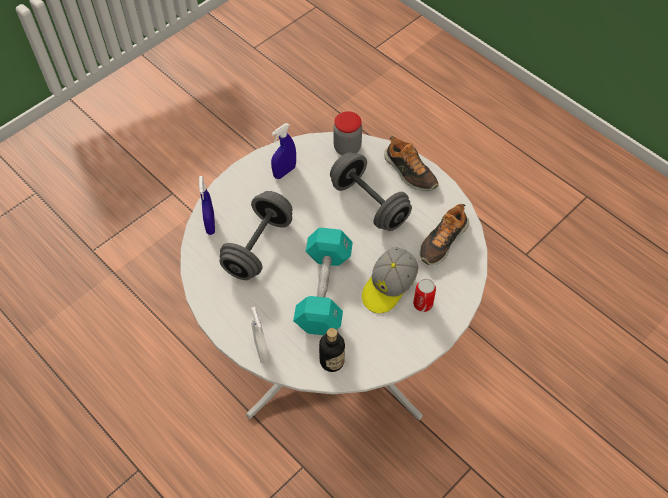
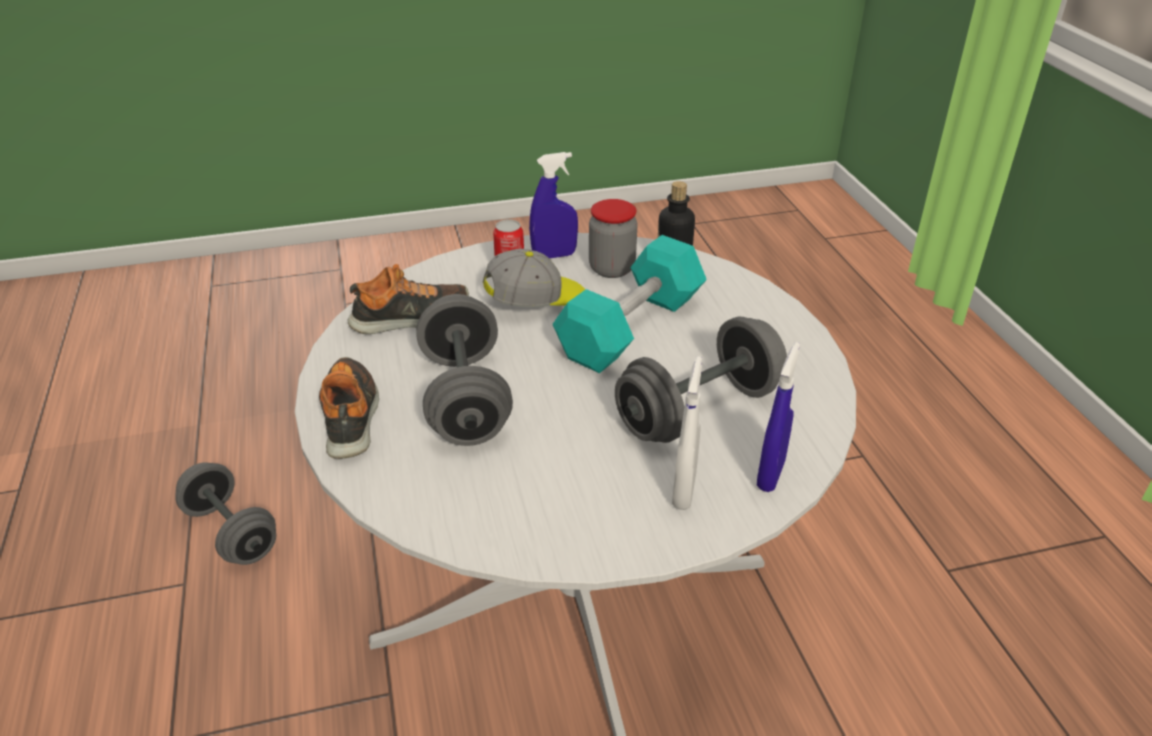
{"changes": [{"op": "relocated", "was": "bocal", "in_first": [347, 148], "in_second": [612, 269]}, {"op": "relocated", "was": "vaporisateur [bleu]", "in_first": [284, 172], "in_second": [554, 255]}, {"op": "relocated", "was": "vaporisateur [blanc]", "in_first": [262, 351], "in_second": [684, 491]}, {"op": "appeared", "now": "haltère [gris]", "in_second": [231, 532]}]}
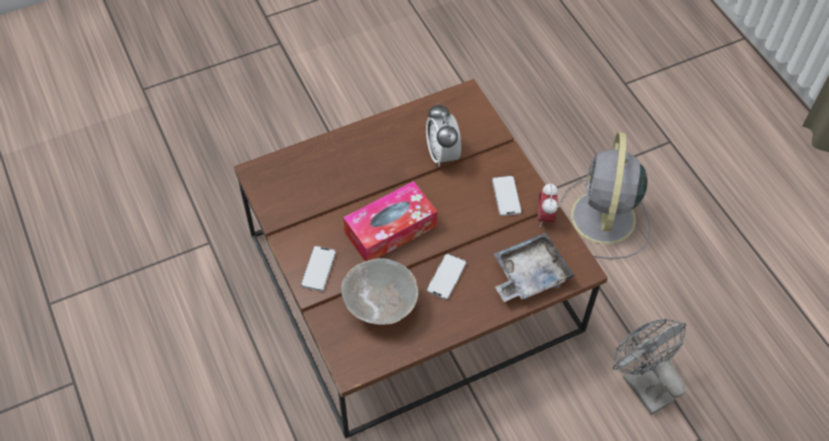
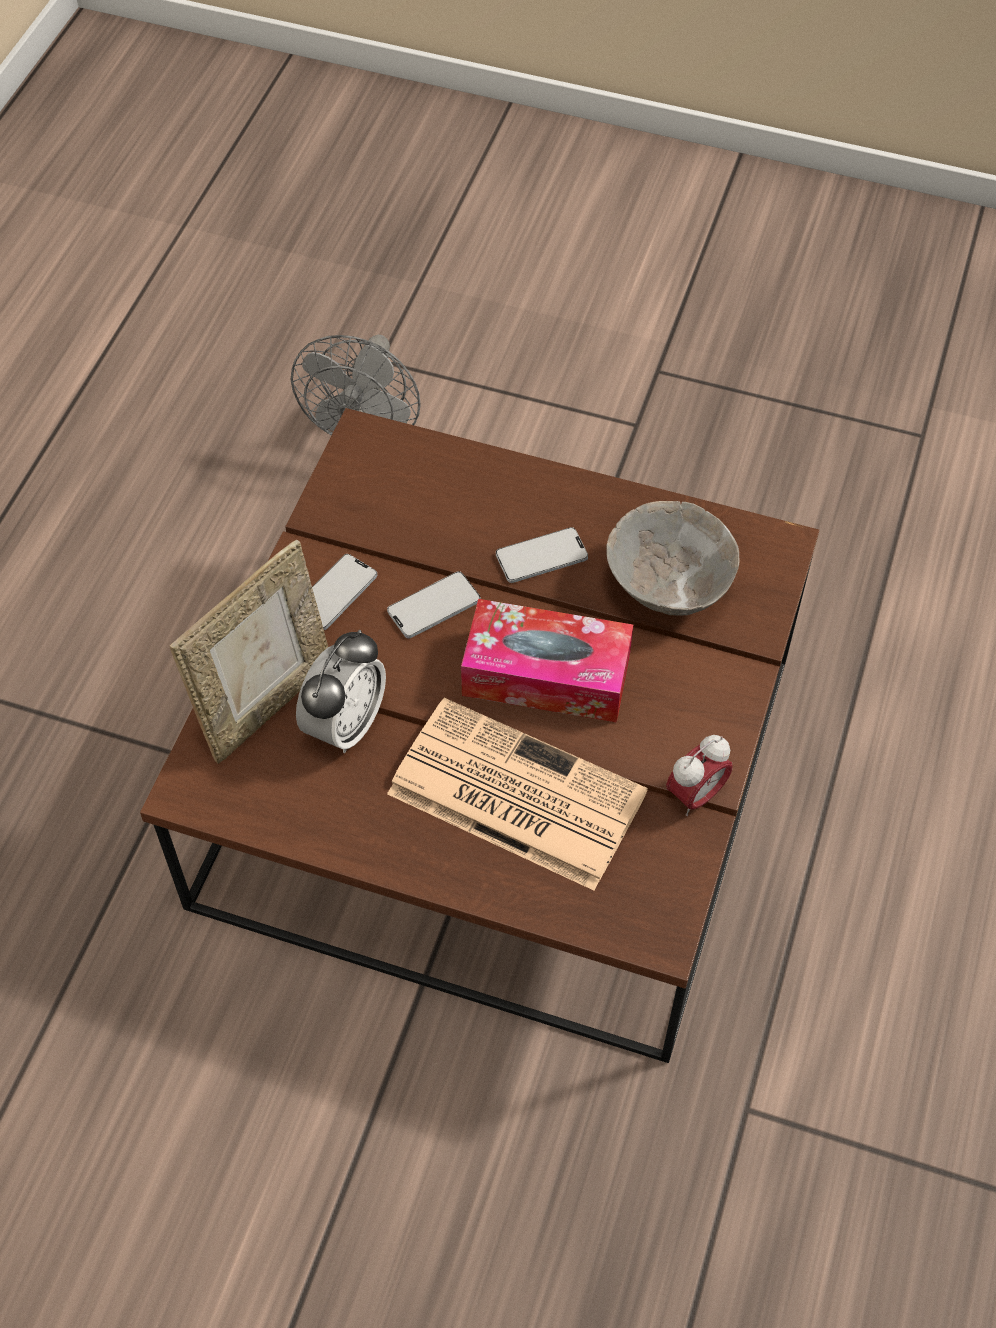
{"changes": [{"op": "missing", "was": "ventilateur [gris]", "in_first": [602, 220]}, {"op": "relocated", "was": "réveil", "in_first": [545, 217], "in_second": [695, 795]}, {"op": "missing", "was": "plateau [gris]", "in_first": [529, 275]}, {"op": "relocated", "was": "téléphone", "in_first": [318, 269], "in_second": [434, 606]}, {"op": "appeared", "now": "cadre photo", "in_second": [267, 704]}, {"op": "appeared", "now": "journal", "in_second": [512, 793]}]}
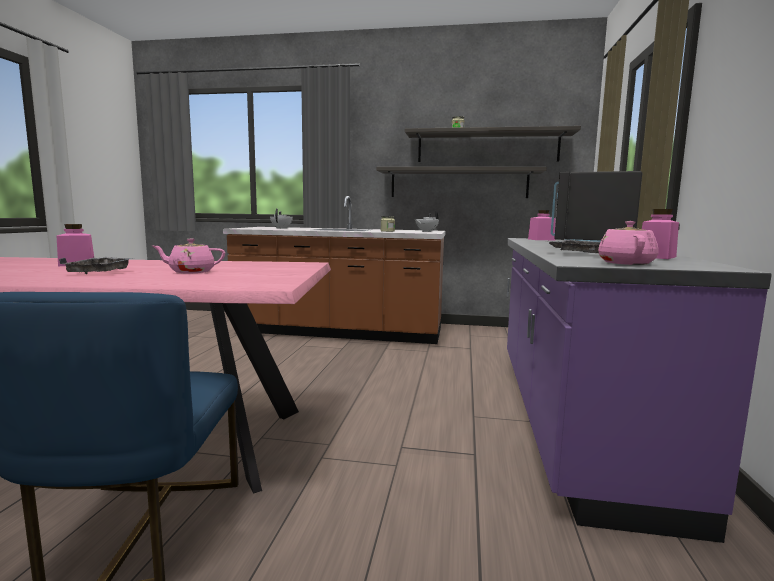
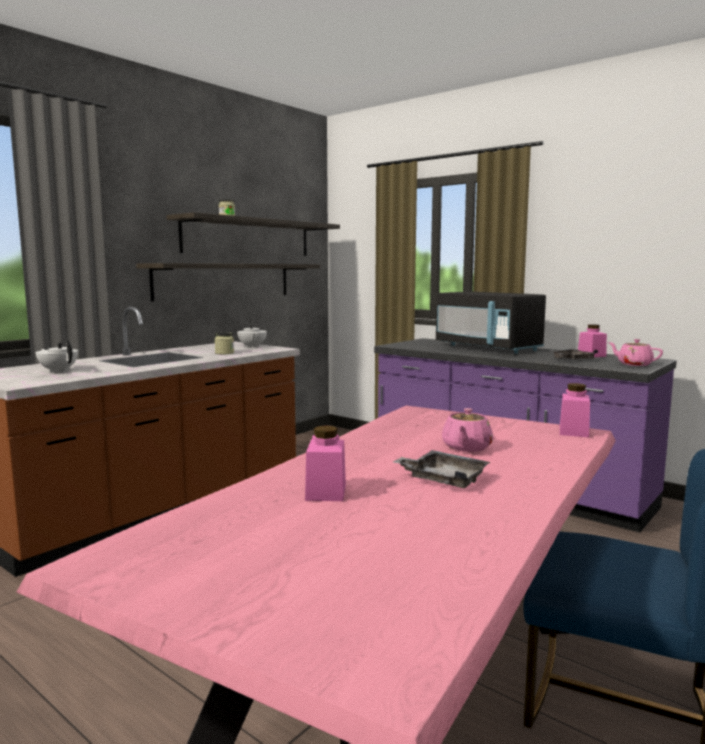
{"changes": [{"op": "relocated", "was": "bocal [rose]", "in_first": [541, 239], "in_second": [573, 431]}]}
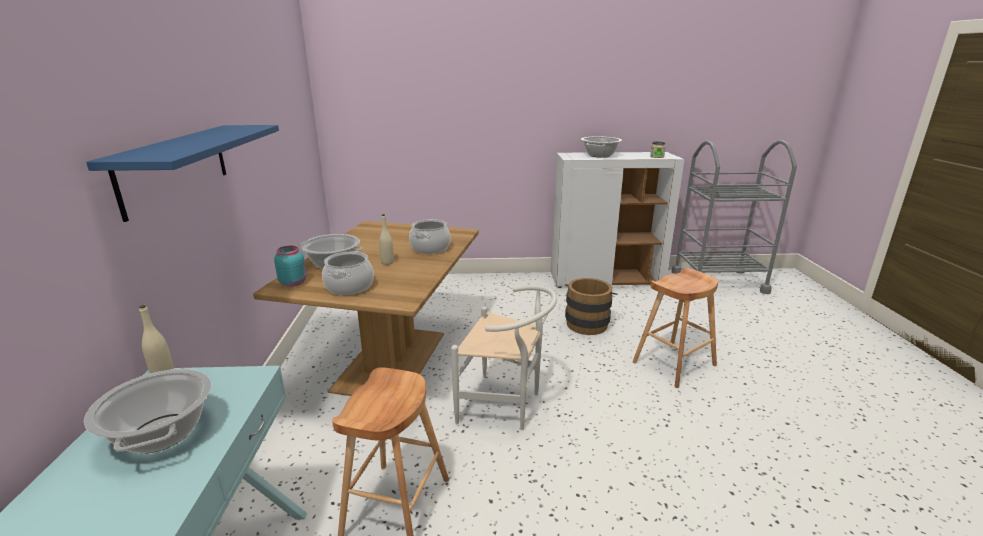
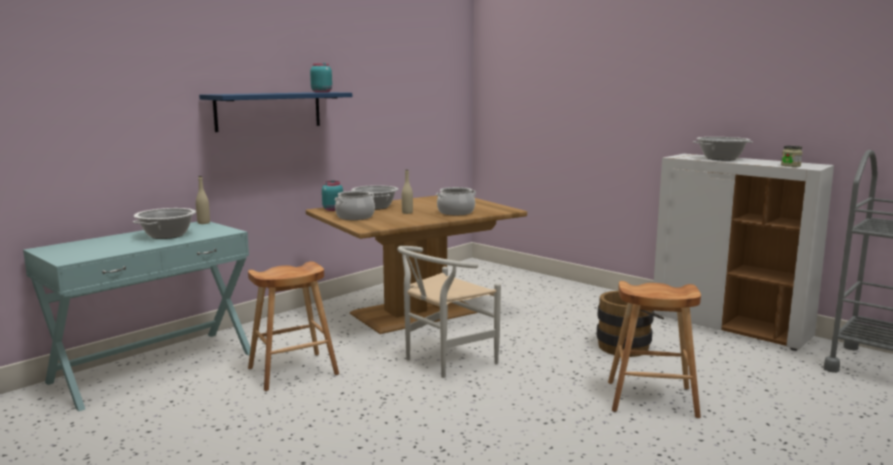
{"changes": [{"op": "spun", "was": "chaise [blanc]", "in_first": [506, 405], "in_second": [443, 361], "clockwise": 75}, {"op": "appeared", "now": "bocal [turquoise]", "in_second": [321, 92]}]}
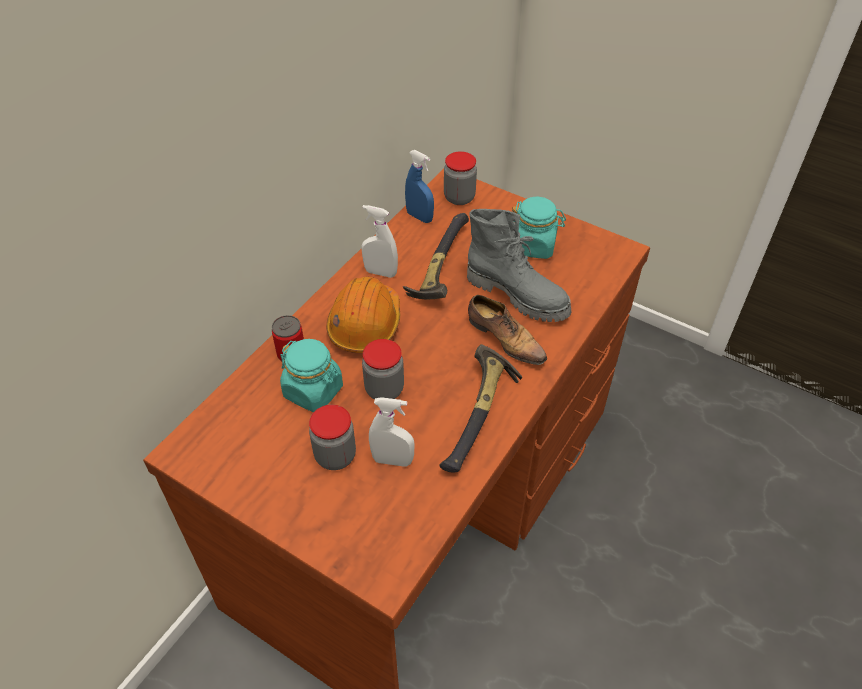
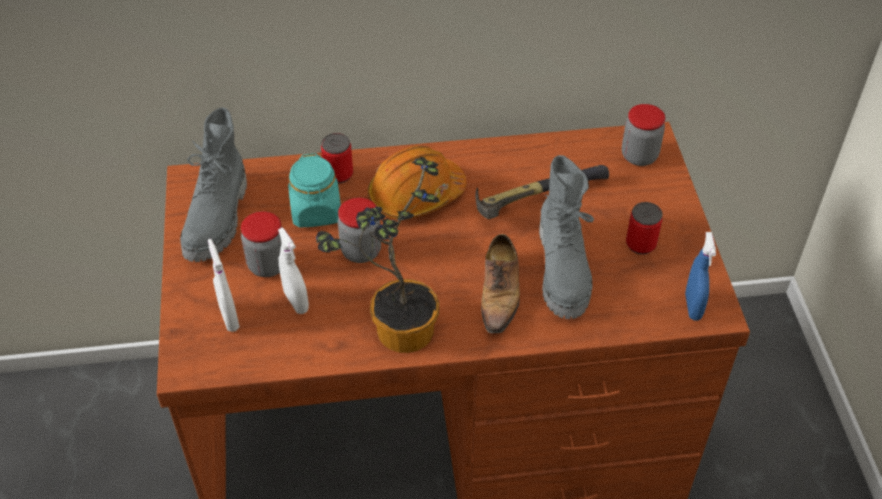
{"changes": [{"op": "relocated", "was": "vaporisateur [bleu]", "in_first": [419, 217], "in_second": [693, 307]}, {"op": "exchanged", "was": "bocal [turquoise]", "now": "boîte métallique", "in_first": [533, 245], "in_second": [640, 244]}, {"op": "relocated", "was": "vaporisateur [blanc]", "in_first": [380, 272], "in_second": [229, 318]}, {"op": "exchanged", "was": "marteau", "now": "plante en pot", "in_first": [481, 416], "in_second": [396, 329]}, {"op": "appeared", "now": "botte [gris]", "in_second": [219, 219]}]}
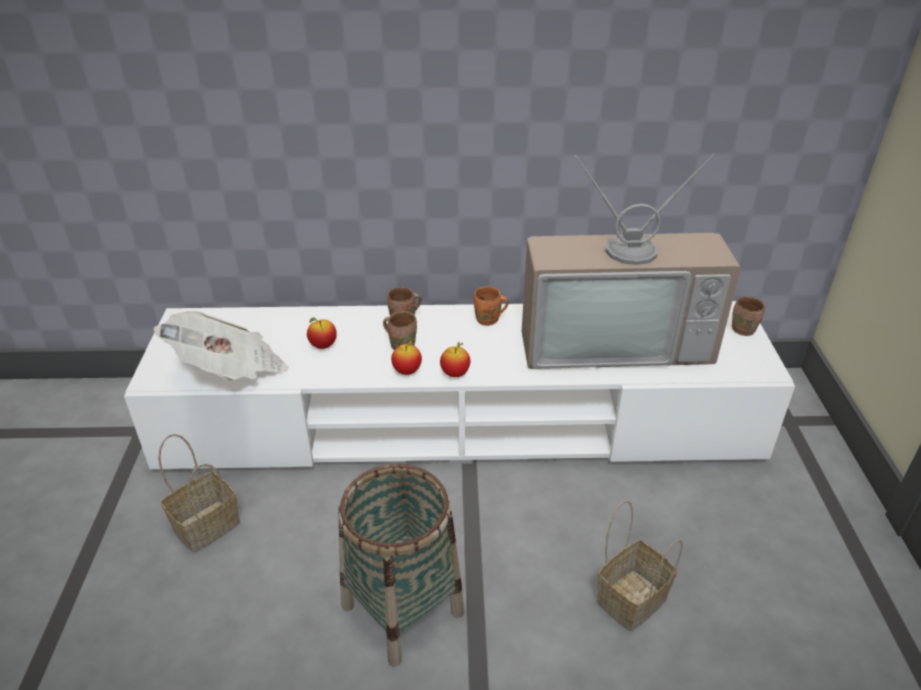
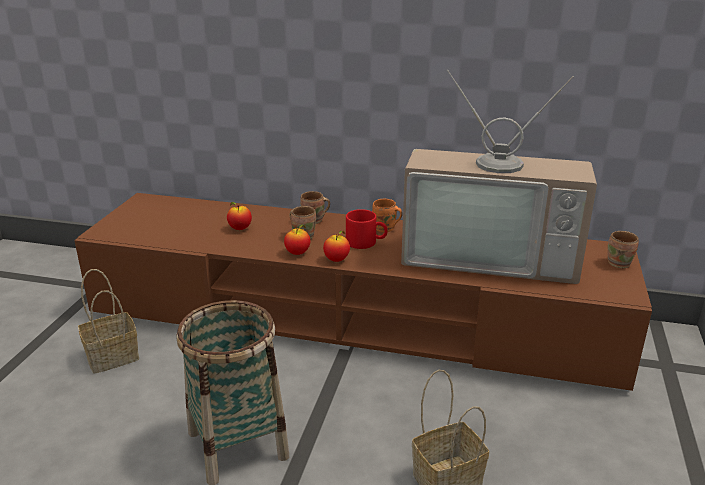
{"changes": [{"op": "colour", "was": "meuble télé [blanc]", "now": "meuble télé [marron]", "in_first": [462, 421], "in_second": [353, 318]}, {"op": "missing", "was": "journal", "in_first": [230, 370]}, {"op": "appeared", "now": "mug [rouge]", "in_second": [366, 242]}]}
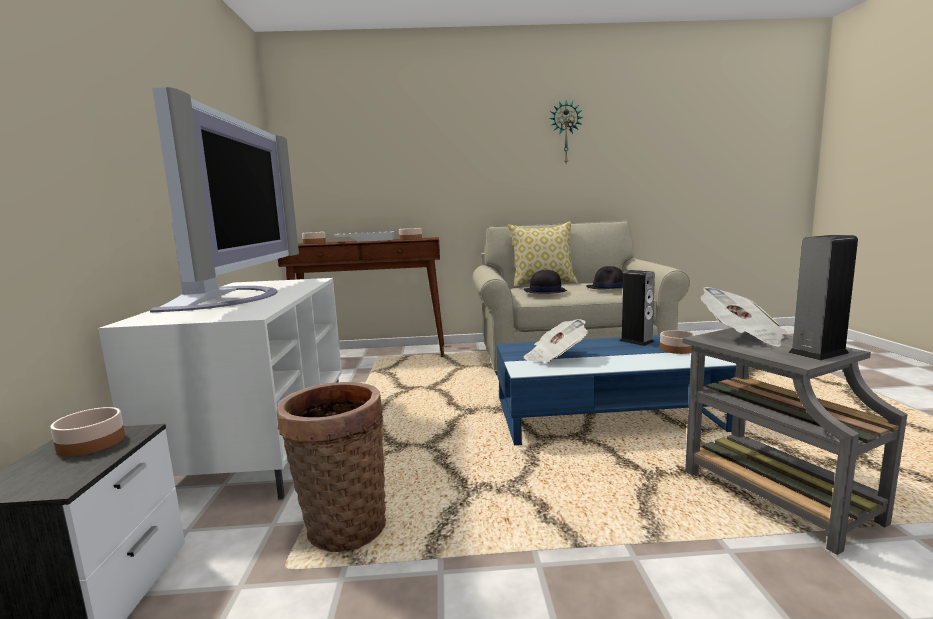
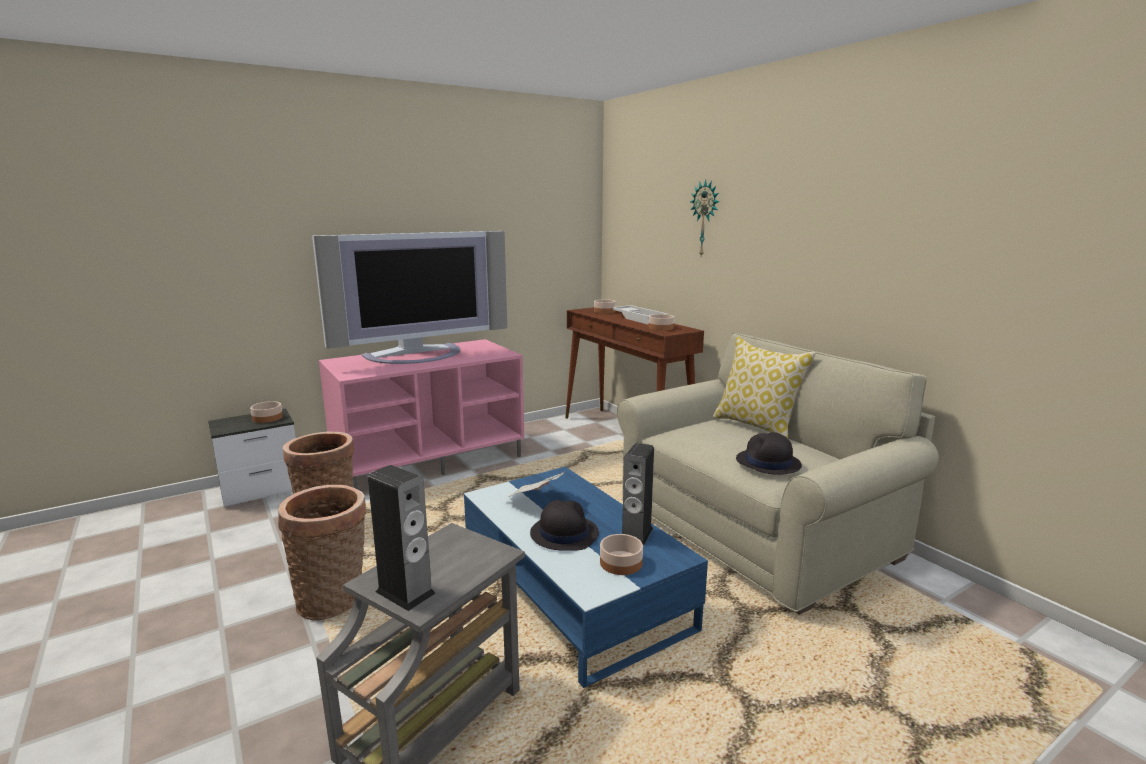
{"changes": [{"op": "relocated", "was": "horloge murale", "in_first": [565, 132], "in_second": [705, 219]}, {"op": "relocated", "was": "chapeau [noir]", "in_first": [545, 291], "in_second": [564, 533]}, {"op": "colour", "was": "meuble télé [blanc]", "now": "meuble télé [rose]", "in_first": [262, 438], "in_second": [430, 460]}, {"op": "missing", "was": "journal", "in_first": [742, 337]}, {"op": "appeared", "now": "panier", "in_second": [334, 600]}]}
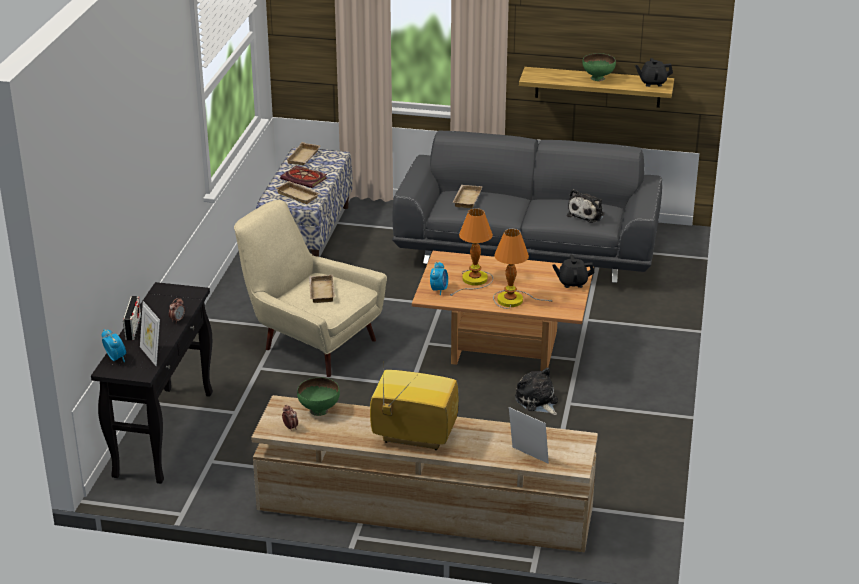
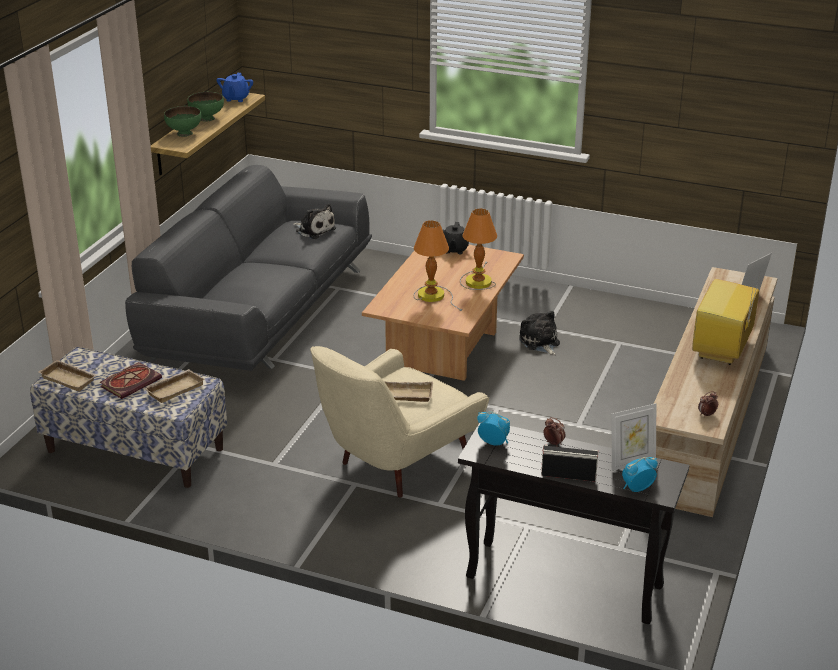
{"changes": [{"op": "colour", "was": "théière [noir]", "now": "théière [bleu]", "in_first": [652, 83], "in_second": [236, 98]}, {"op": "missing", "was": "plateau [beige]", "in_first": [466, 199]}, {"op": "relocated", "was": "réveil", "in_first": [439, 290], "in_second": [493, 442]}, {"op": "spun", "was": "peluche", "in_first": [537, 401], "in_second": [540, 342], "clockwise": 90}, {"op": "relocated", "was": "bol [vert]", "in_first": [319, 410], "in_second": [184, 133]}]}
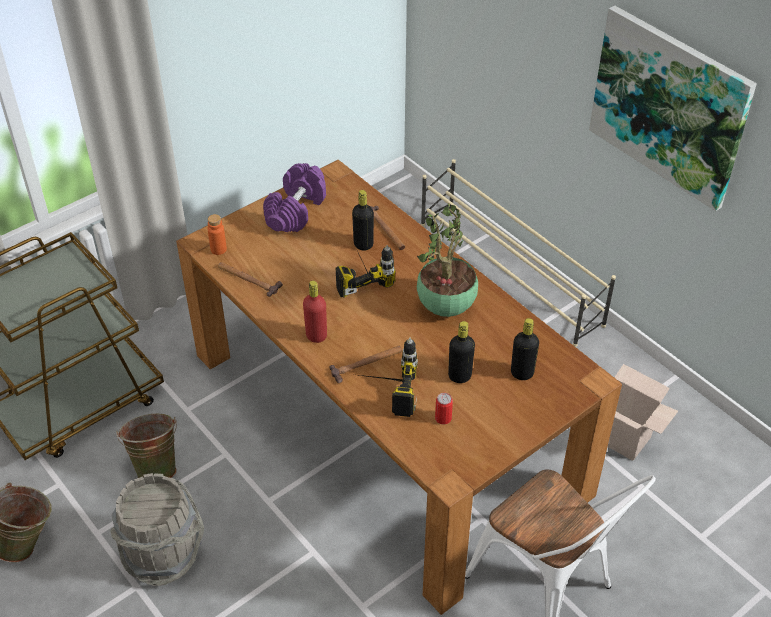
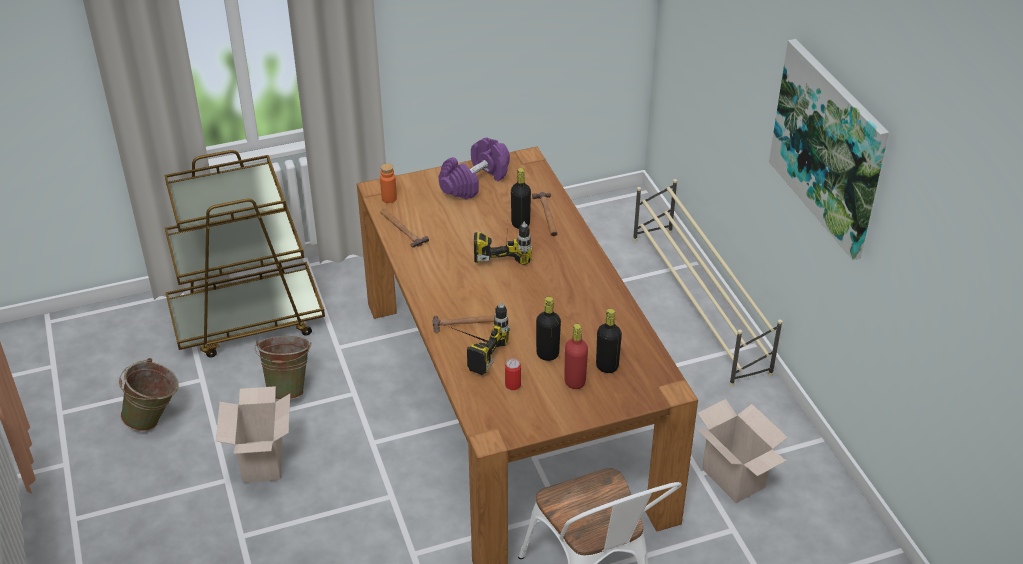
{"changes": [{"op": "missing", "was": "plante en pot", "in_first": [445, 308]}, {"op": "relocated", "was": "bouteille [rouge]", "in_first": [316, 335], "in_second": [575, 382]}, {"op": "exchanged", "was": "seau [gris]", "now": "carton", "in_first": [163, 554], "in_second": [261, 460]}]}
